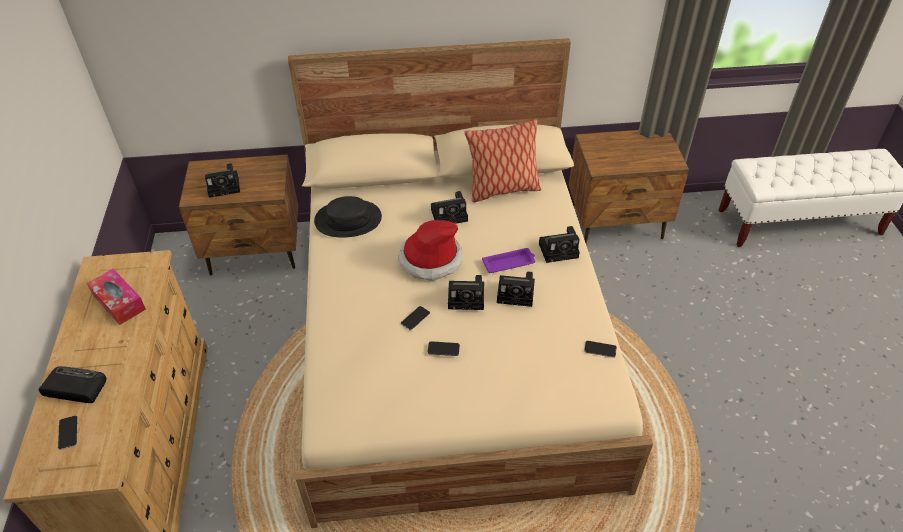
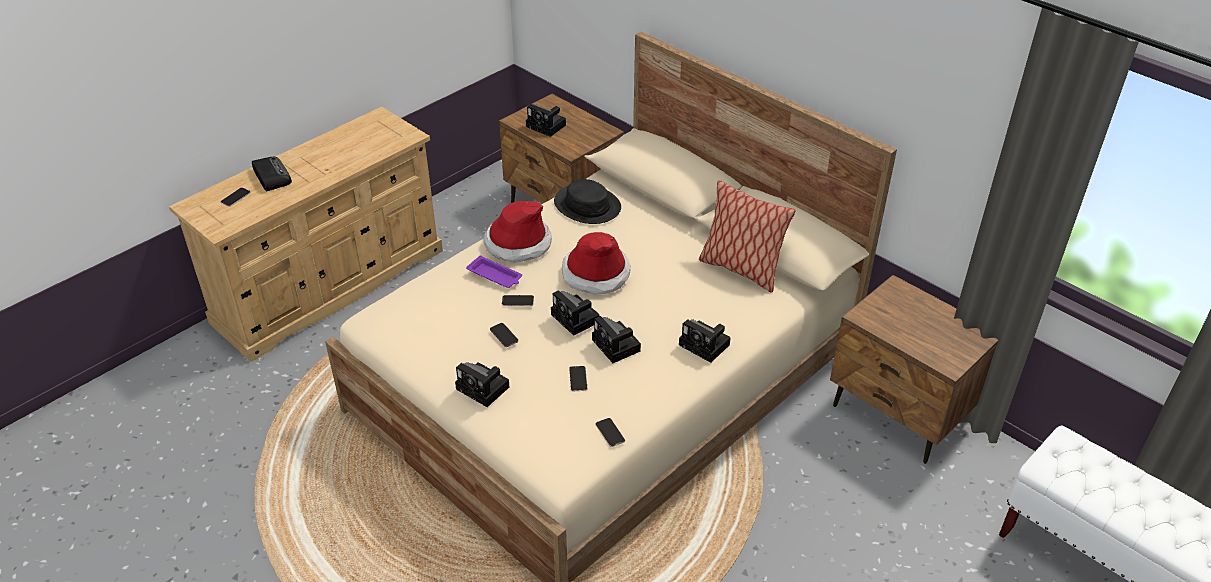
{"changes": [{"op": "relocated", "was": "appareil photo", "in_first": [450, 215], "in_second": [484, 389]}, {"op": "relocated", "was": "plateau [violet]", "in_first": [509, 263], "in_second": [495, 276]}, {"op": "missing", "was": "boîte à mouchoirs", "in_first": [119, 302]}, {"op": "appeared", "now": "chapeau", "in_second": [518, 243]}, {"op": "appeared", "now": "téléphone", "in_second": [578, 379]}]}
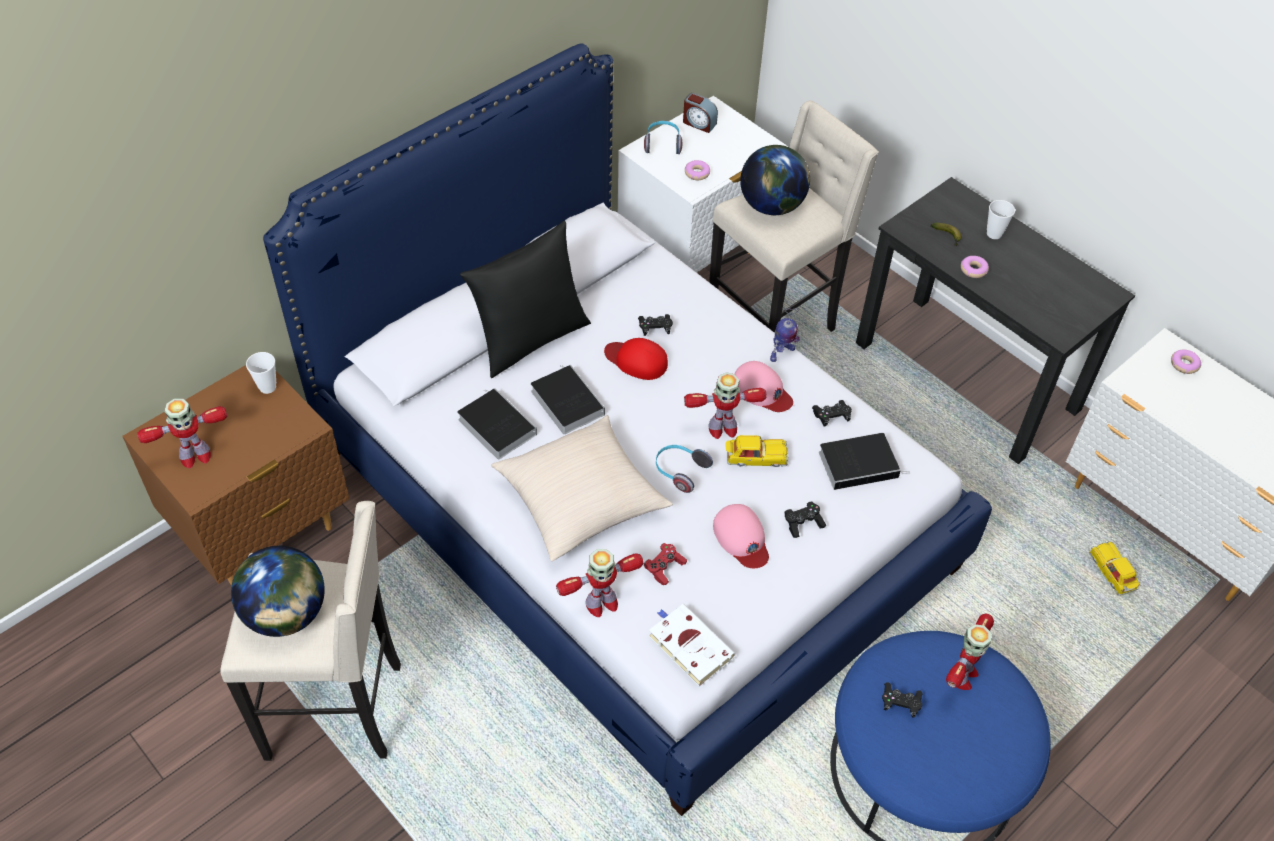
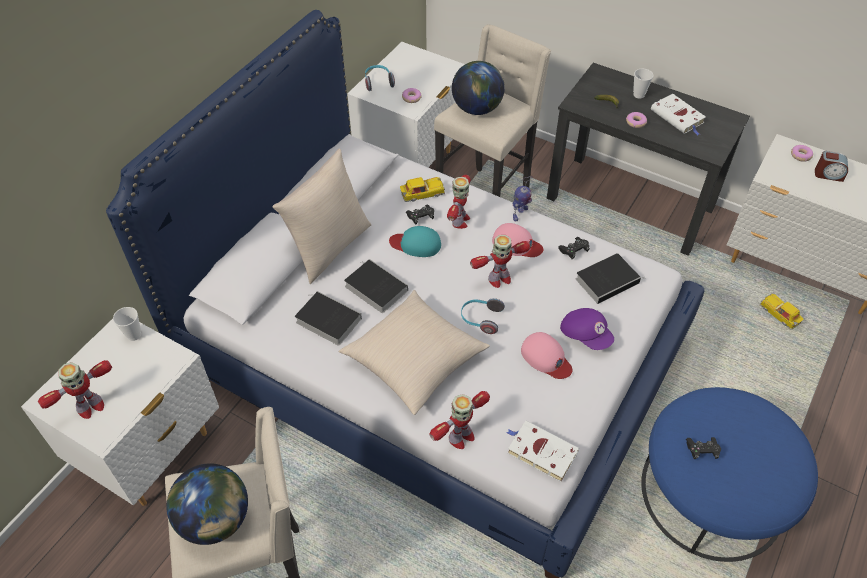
{"changes": [{"op": "relocated", "was": "réveil", "in_first": [699, 123], "in_second": [828, 174]}, {"op": "colour", "was": "coussin [noir]", "now": "coussin [beige]", "in_first": [530, 339], "in_second": [329, 247]}, {"op": "colour", "was": "casquette [rouge]", "now": "casquette [turquoise]", "in_first": [636, 360], "in_second": [416, 244]}, {"op": "colour", "was": "table de chevet [marron]", "now": "table de chevet [blanc]", "in_first": [263, 534], "in_second": [152, 453]}, {"op": "relocated", "was": "petite voiture", "in_first": [755, 457], "in_second": [422, 193]}, {"op": "exchanged", "was": "manette [noir]", "now": "casquette [violet]", "in_first": [803, 524], "in_second": [586, 335]}, {"op": "missing", "was": "manette [rouge]", "in_first": [664, 568]}, {"op": "relocated", "was": "robot jouet", "in_first": [962, 676], "in_second": [460, 221]}, {"op": "appeared", "now": "livre [blanc]", "in_second": [678, 117]}]}
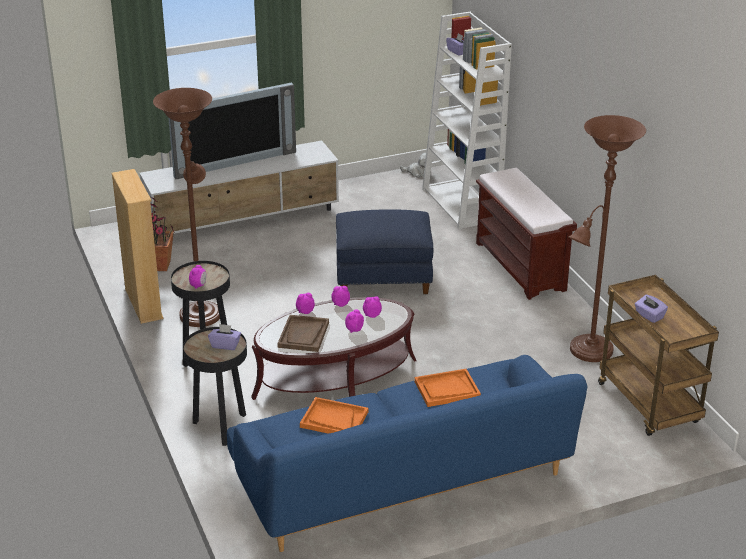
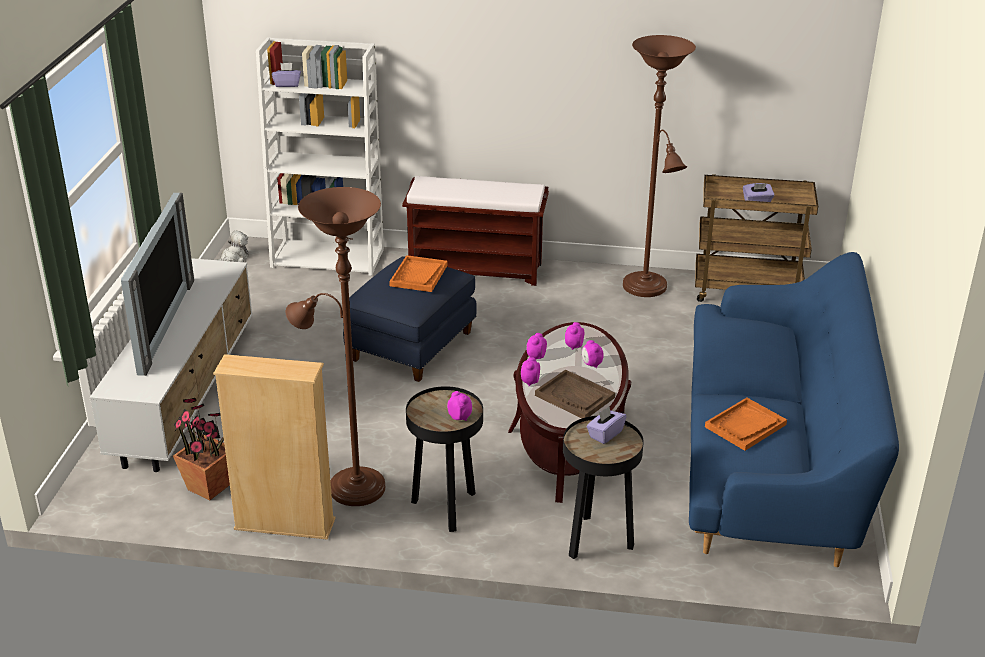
{"changes": [{"op": "relocated", "was": "plateau [orange]", "in_first": [447, 389], "in_second": [419, 275]}]}
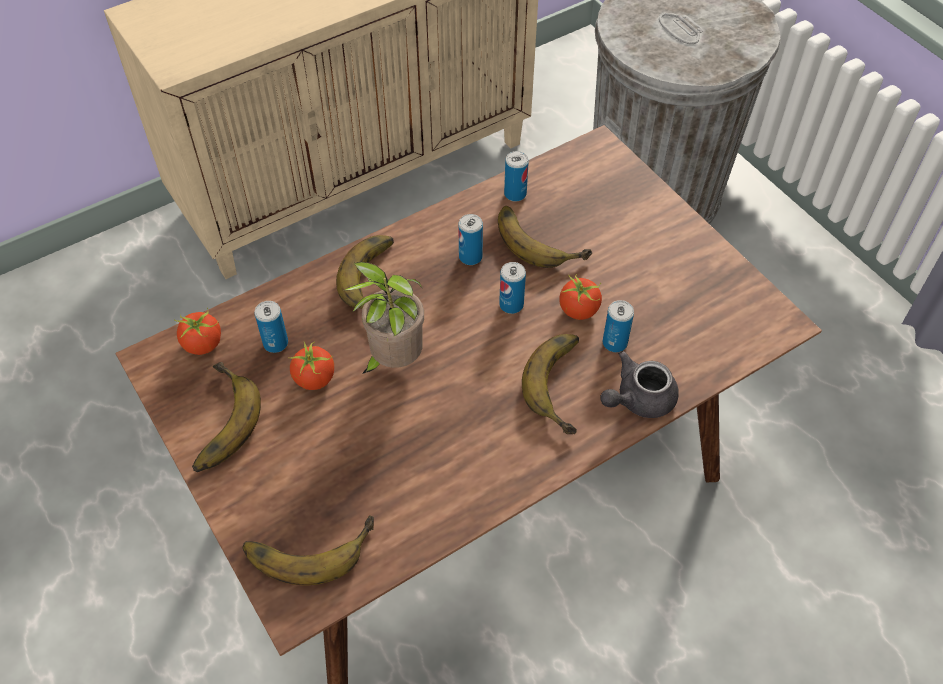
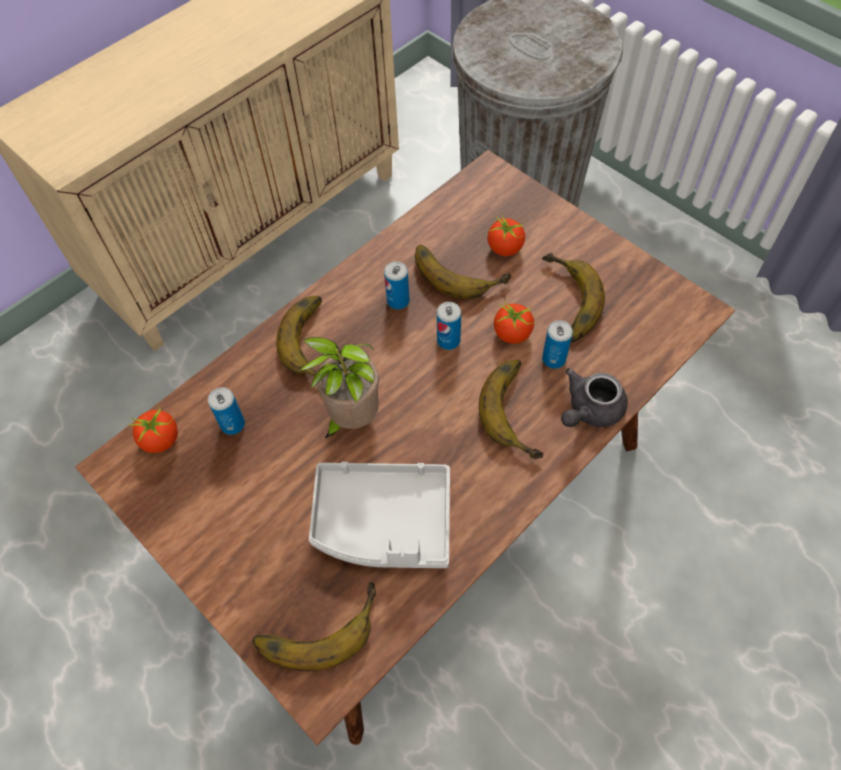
{"changes": [{"op": "missing", "was": "boîte métallique", "in_first": [515, 194]}, {"op": "relocated", "was": "tomate", "in_first": [315, 379], "in_second": [505, 248]}, {"op": "relocated", "was": "banane", "in_first": [215, 422], "in_second": [564, 302]}, {"op": "appeared", "now": "plateau [gris]", "in_second": [383, 522]}]}
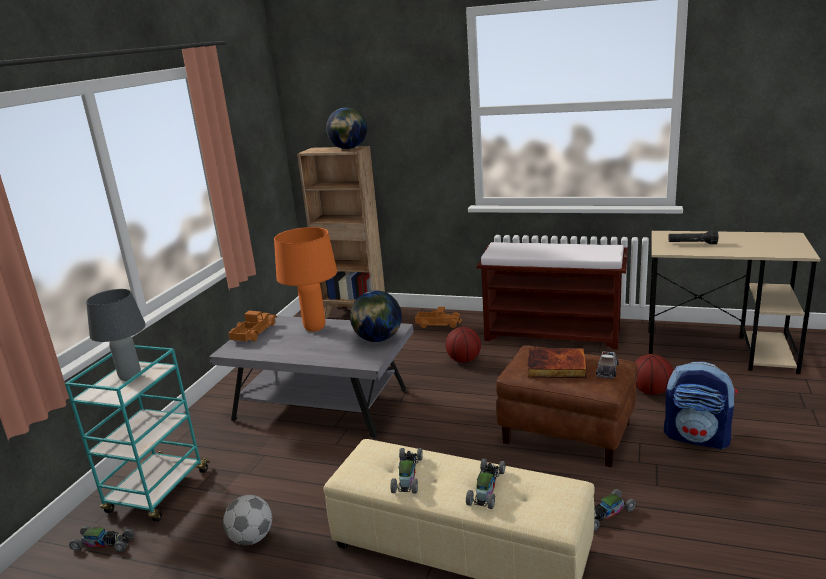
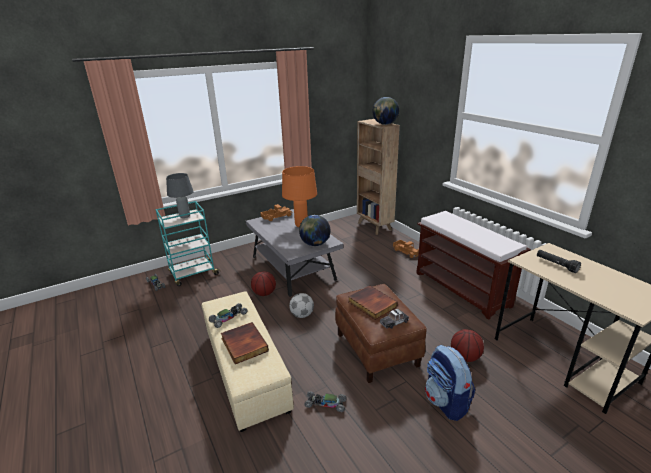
{"changes": [{"op": "relocated", "was": "ballon de basket", "in_first": [463, 360], "in_second": [264, 293]}, {"op": "exchanged", "was": "petite voiture", "now": "livre", "in_first": [487, 488], "in_second": [243, 345]}, {"op": "relocated", "was": "ballon de foot", "in_first": [251, 538], "in_second": [302, 315]}]}
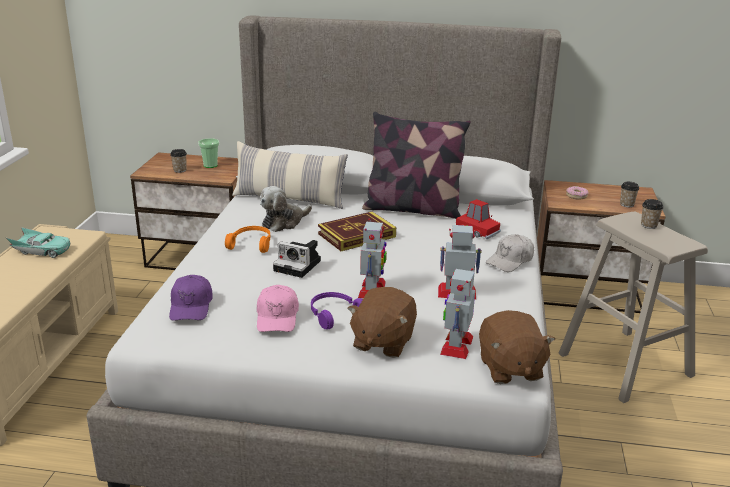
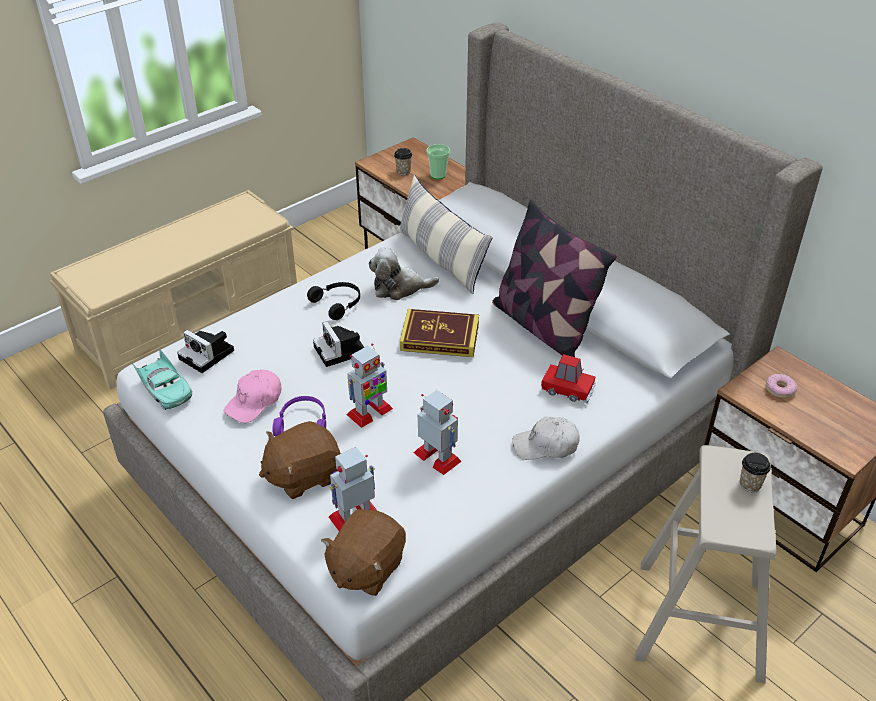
{"changes": [{"op": "missing", "was": "tasse", "in_first": [627, 204]}, {"op": "spun", "was": "petite voiture [rouge]", "in_first": [477, 231], "in_second": [568, 389], "clockwise": -60}, {"op": "colour", "was": "casque audio [orange]", "now": "casque audio [noir]", "in_first": [251, 244], "in_second": [338, 304]}, {"op": "relocated", "was": "petite voiture [turquoise]", "in_first": [41, 251], "in_second": [165, 389]}, {"op": "exchanged", "was": "casquette [violet]", "now": "appareil photo", "in_first": [191, 306], "in_second": [208, 355]}]}
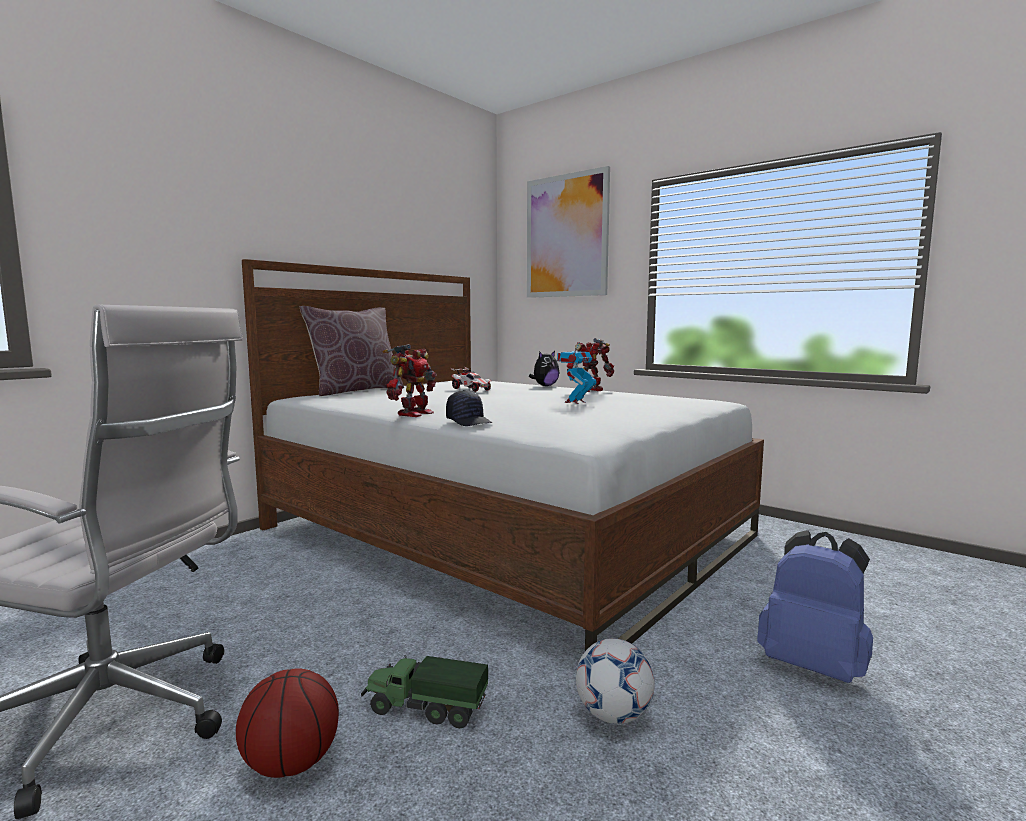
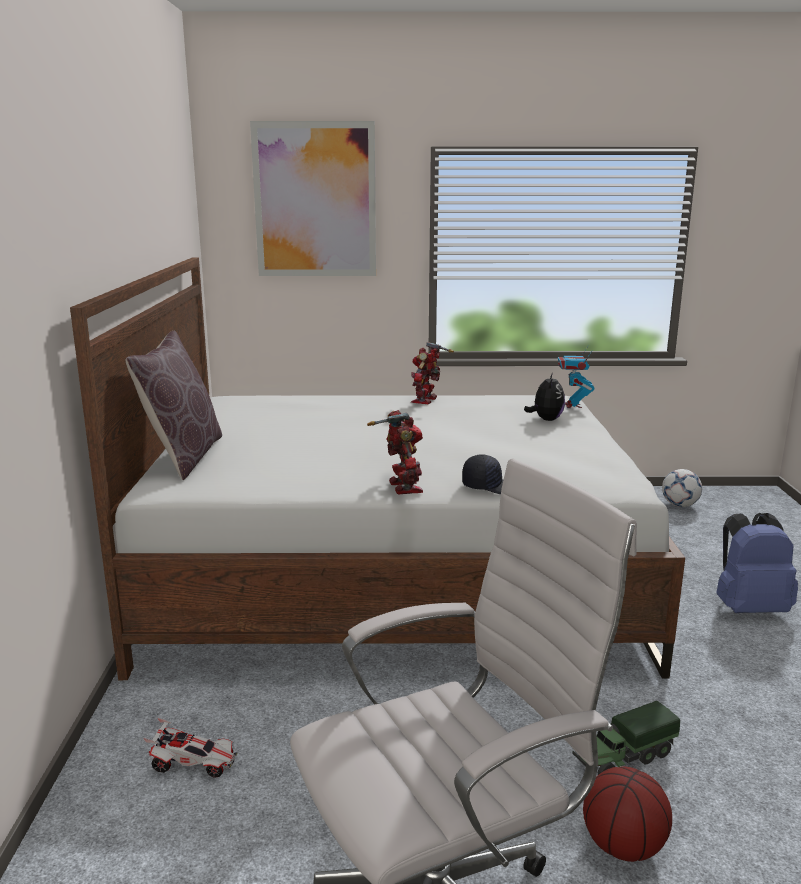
{"changes": [{"op": "relocated", "was": "robot jouet", "in_first": [575, 402], "in_second": [572, 406]}, {"op": "relocated", "was": "peluche", "in_first": [545, 386], "in_second": [546, 419]}, {"op": "relocated", "was": "petite voiture", "in_first": [471, 389], "in_second": [193, 763]}, {"op": "relocated", "was": "ballon de foot", "in_first": [613, 715], "in_second": [679, 505]}]}
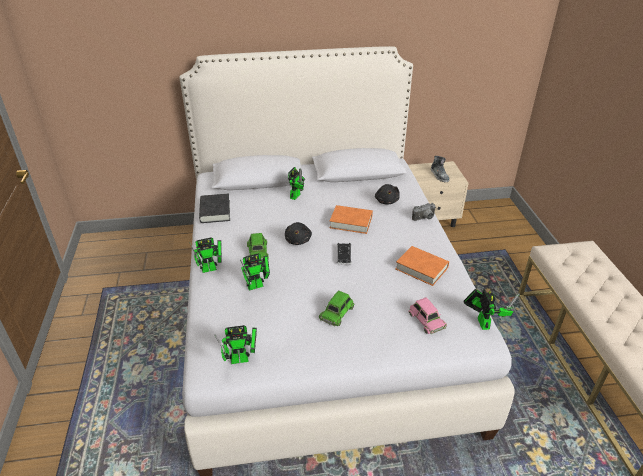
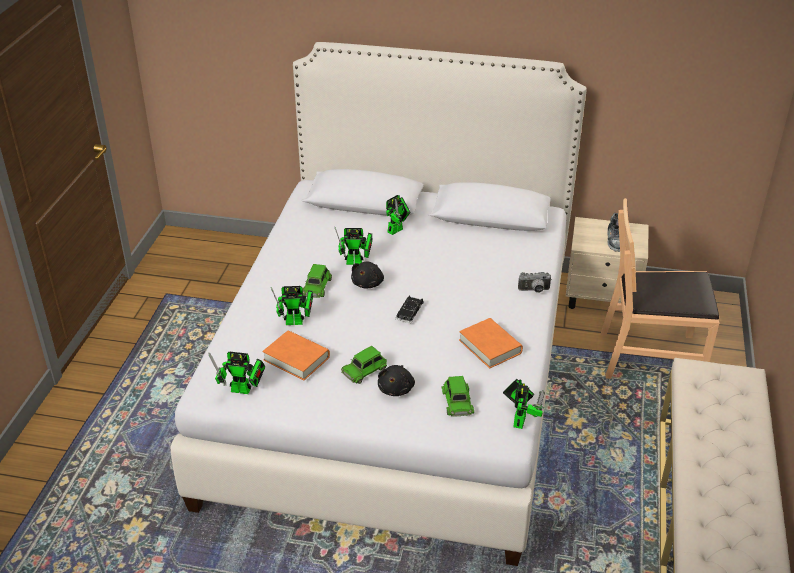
{"changes": [{"op": "relocated", "was": "peluche [noir]", "in_first": [386, 201], "in_second": [396, 388]}, {"op": "missing", "was": "livre [noir]", "in_first": [215, 211]}, {"op": "relocated", "was": "livre [orange]", "in_first": [351, 222], "in_second": [296, 359]}, {"op": "relocated", "was": "robot jouet", "in_first": [211, 268], "in_second": [357, 262]}, {"op": "colour", "was": "petite voiture [rose]", "now": "petite voiture [vert]", "in_first": [426, 320], "in_second": [457, 401]}, {"op": "appeared", "now": "chaise [marron]", "in_second": [650, 357]}]}
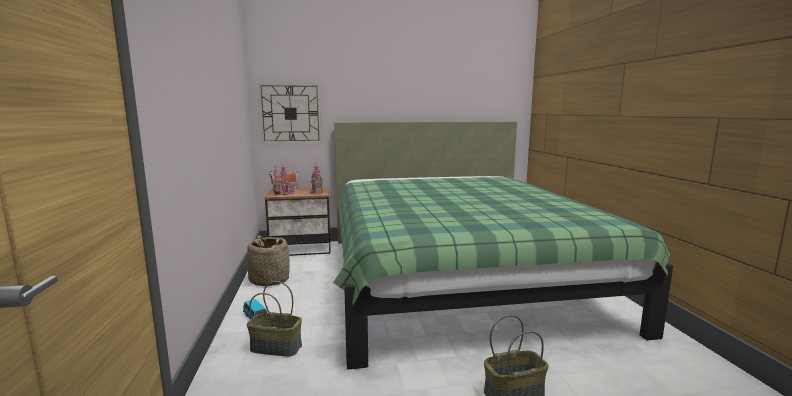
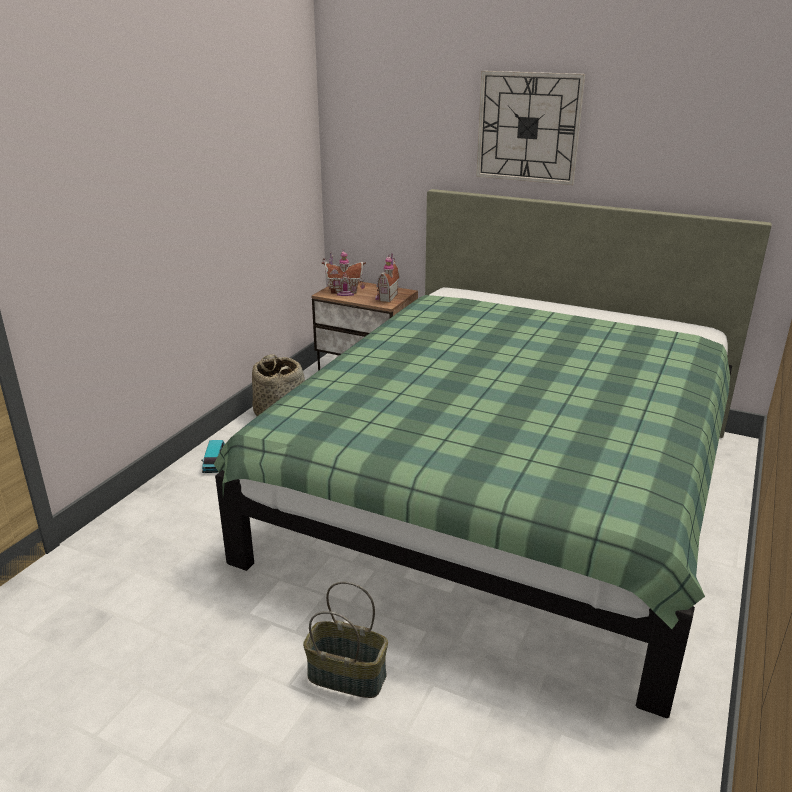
{"changes": [{"op": "relocated", "was": "horloge murale", "in_first": [290, 113], "in_second": [528, 127]}, {"op": "missing", "was": "panier", "in_first": [277, 347]}]}
